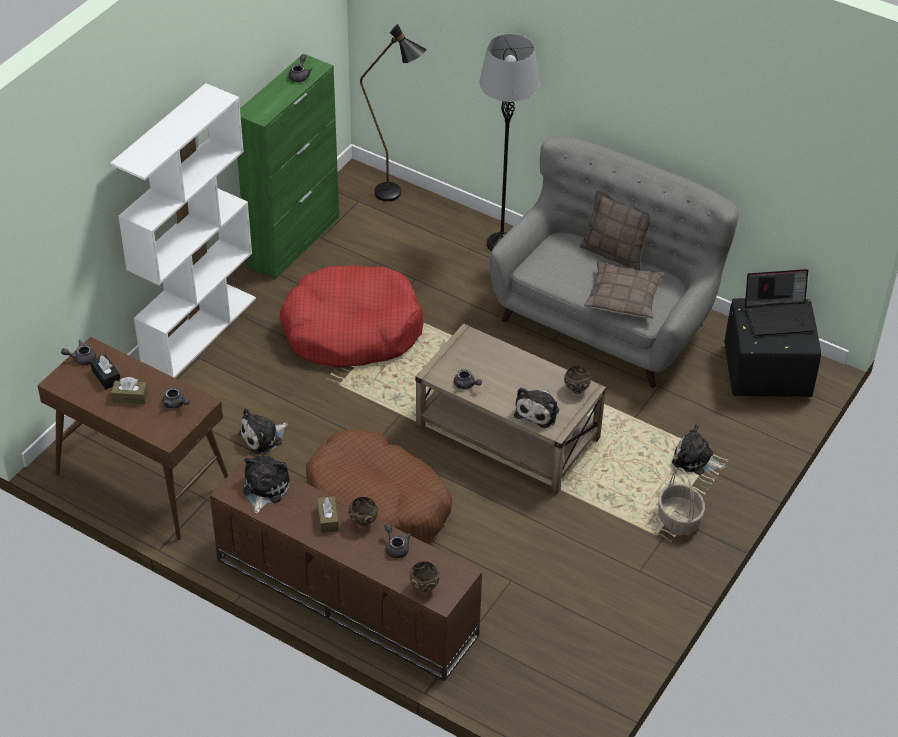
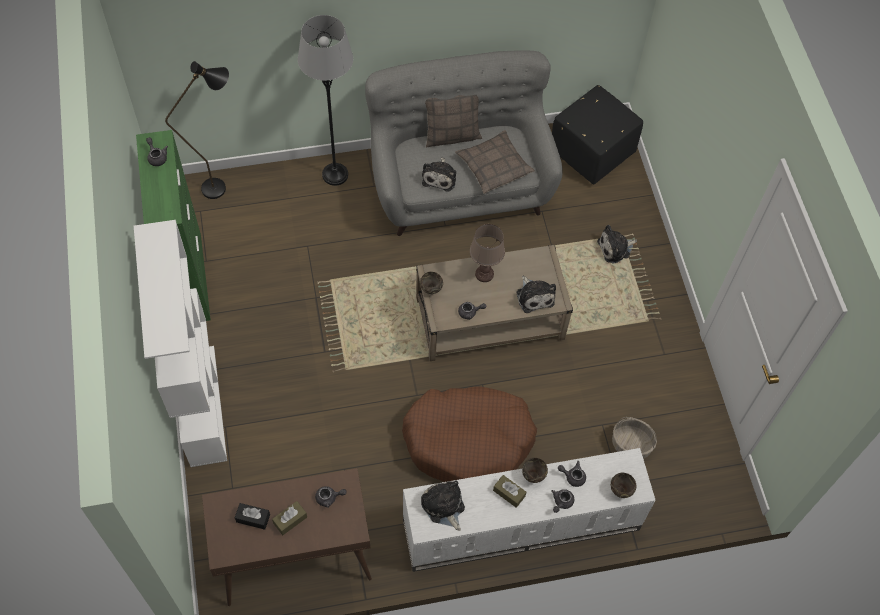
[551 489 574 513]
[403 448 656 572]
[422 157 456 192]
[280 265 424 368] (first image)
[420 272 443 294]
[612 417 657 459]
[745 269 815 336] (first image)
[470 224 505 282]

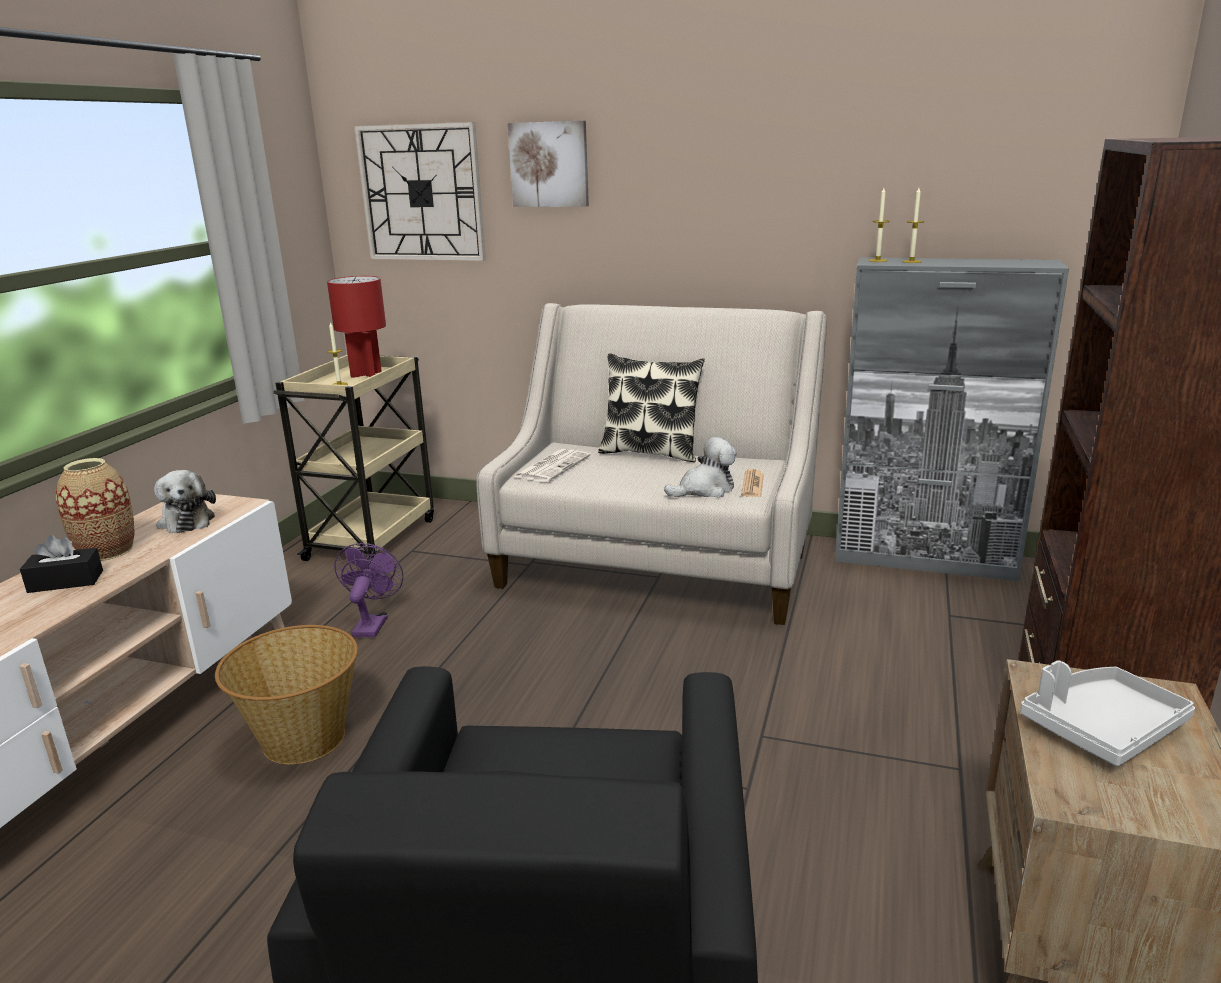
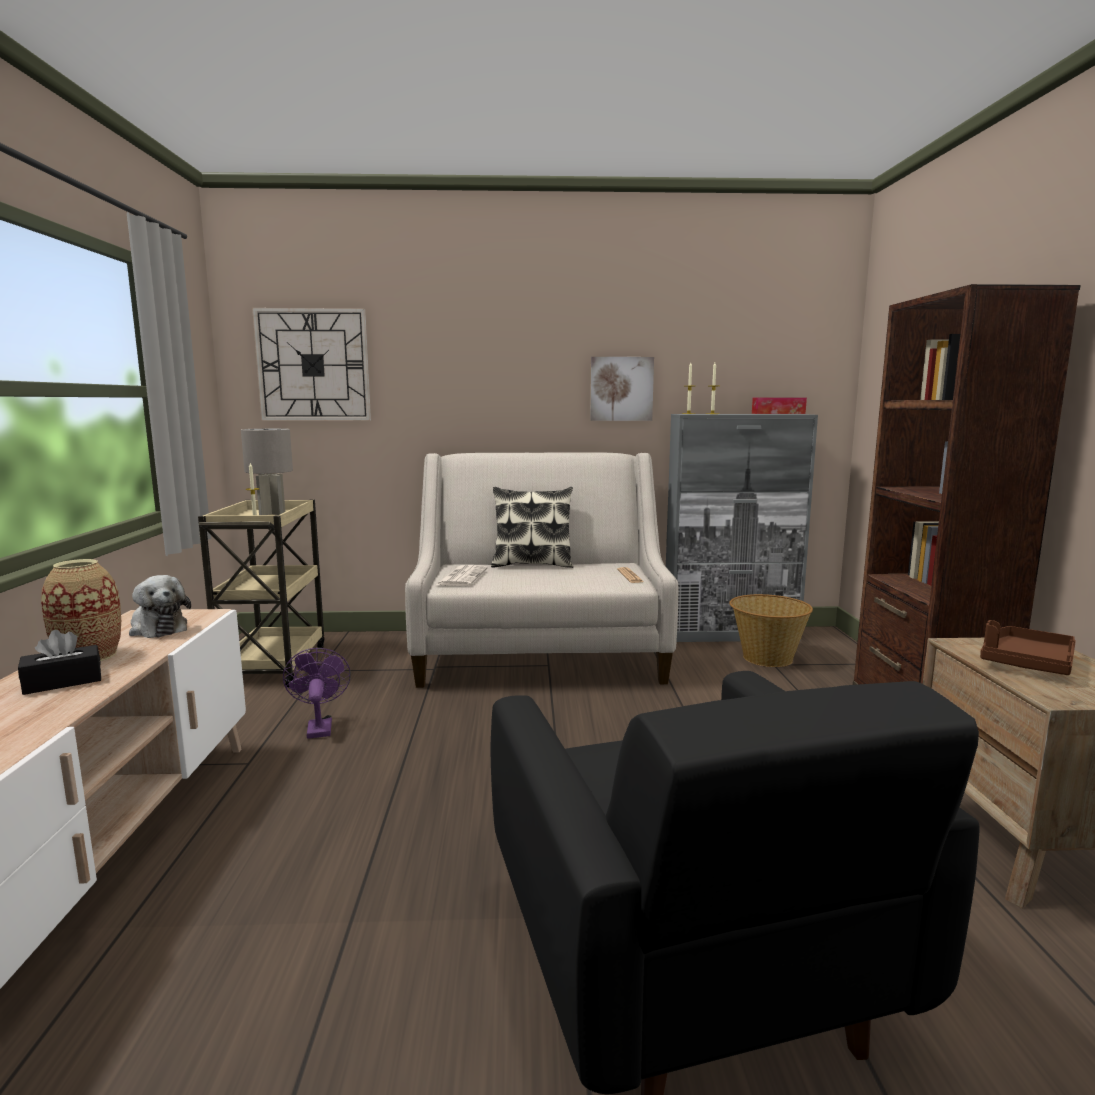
[729 594 813 667]
[241 428 293 515]
[590 357 654 421]
[664 437 737 498] (first image)
[980 620 1076 675]
[752 397 807 414]

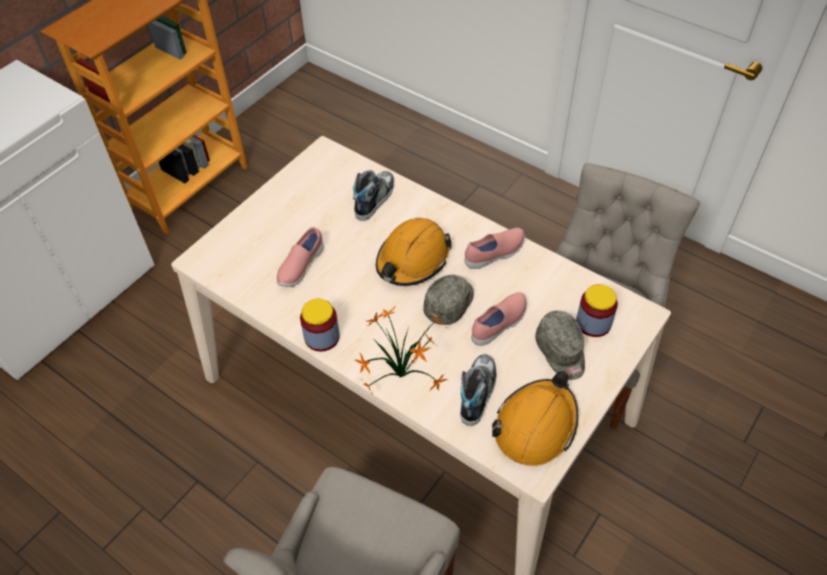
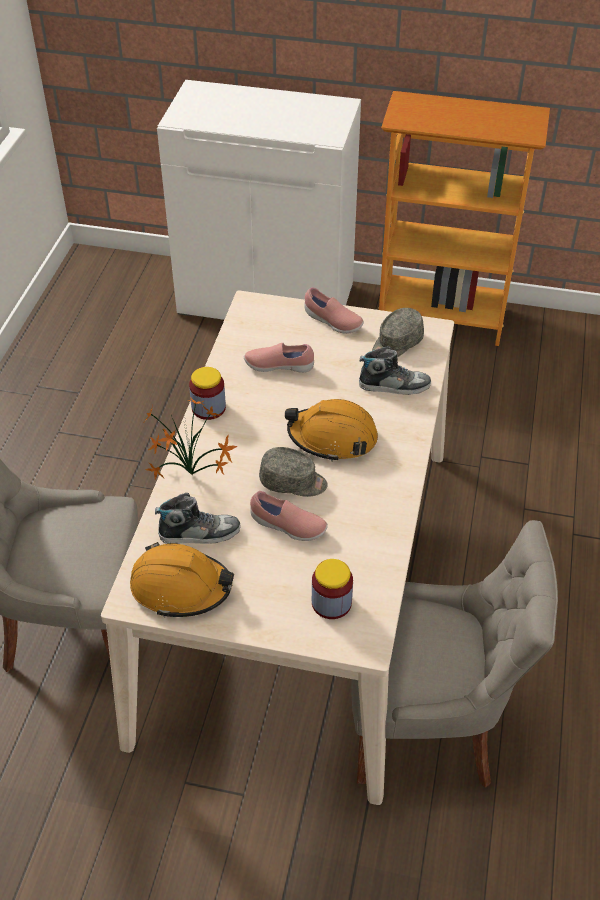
[304 287 364 334]
[372 308 424 357]

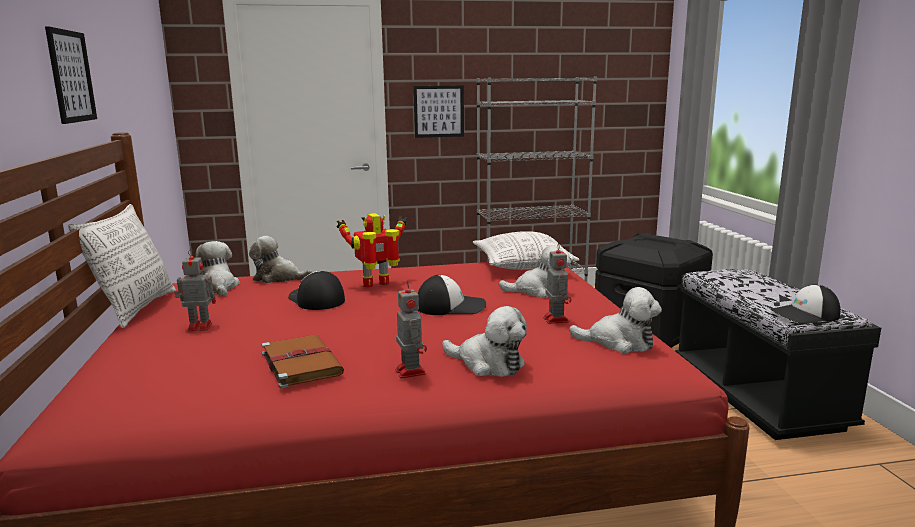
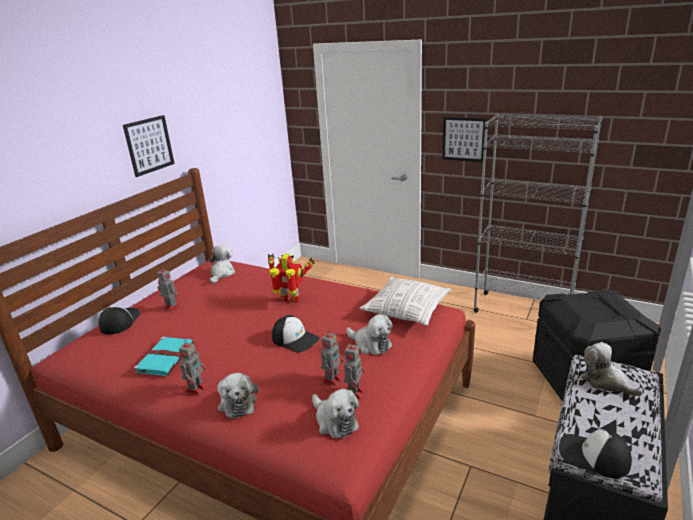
[68 204 176 328] (first image)
[581 342 643 396]
[134 337 194 376]
[99 306 140 334]
[344 341 365 399]

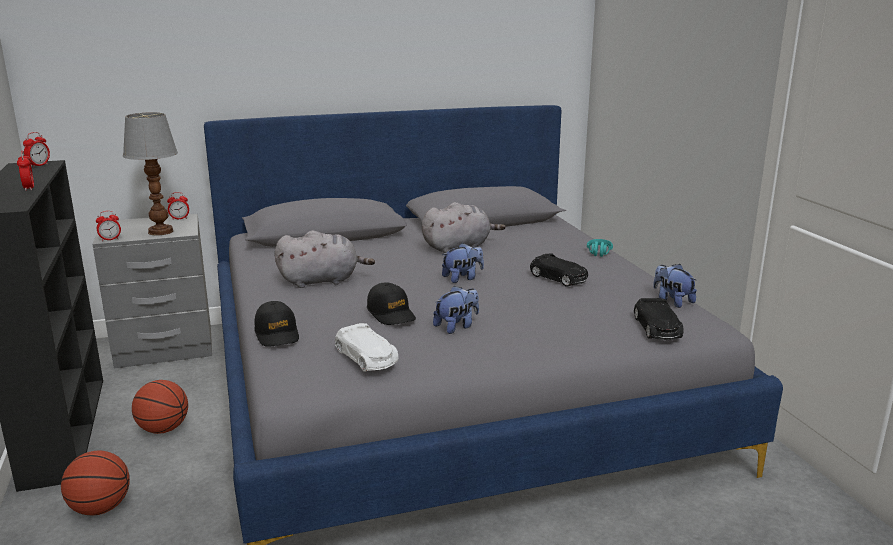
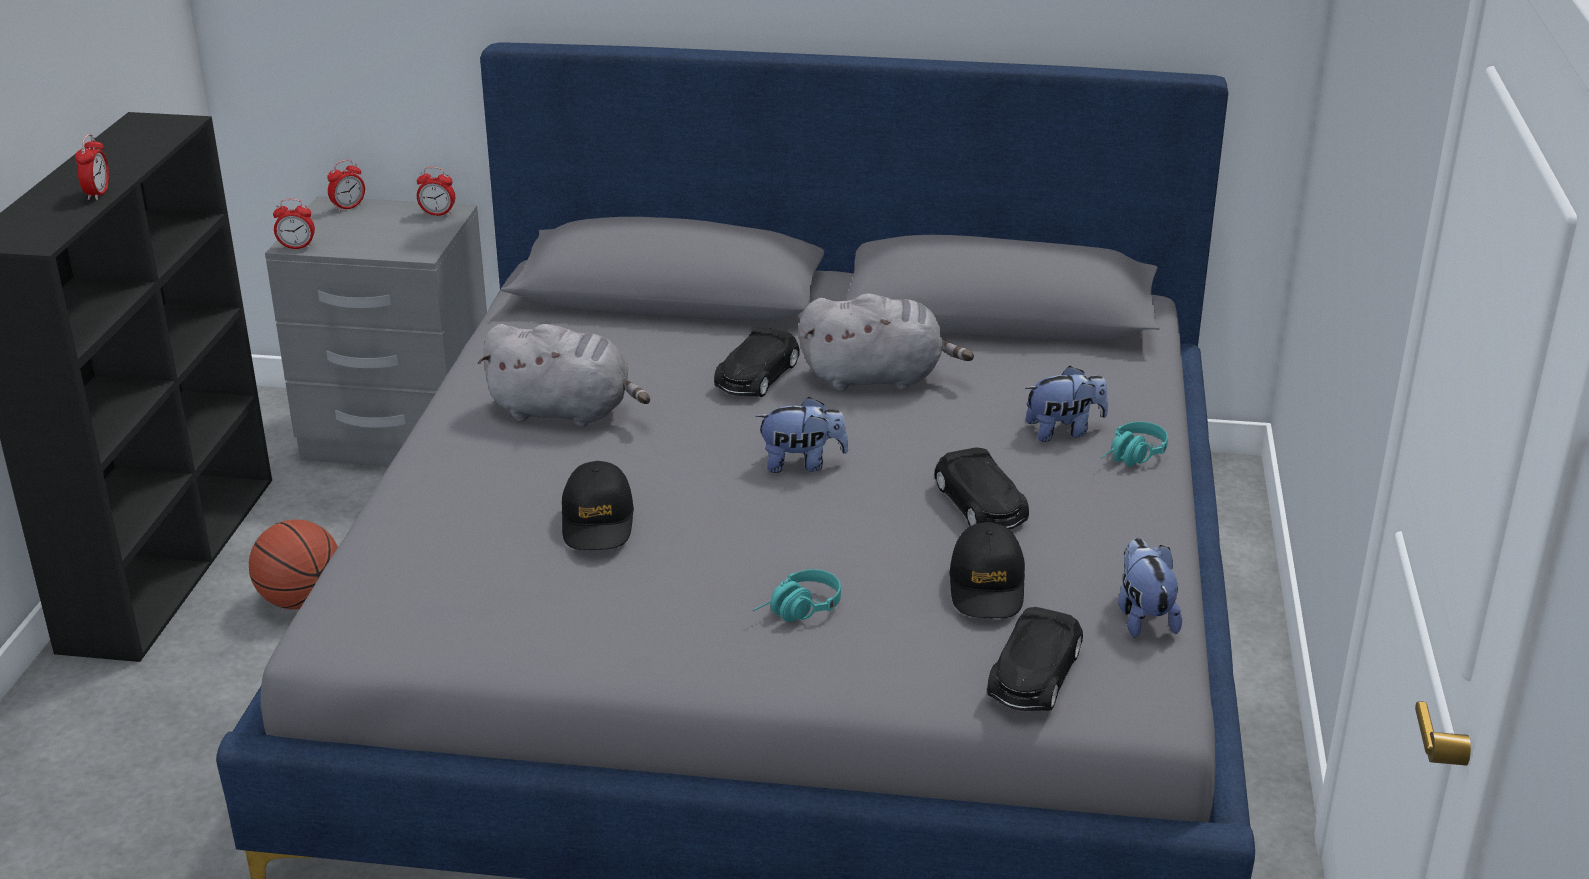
[327 160 365 212]
[61 450 130 516] (first image)
[123 112 178 235] (first image)
[949 522 1025 618]
[335 323 398 372] (first image)
[1025 366 1108 442]
[714 327 800 397]
[752 569 841 622]

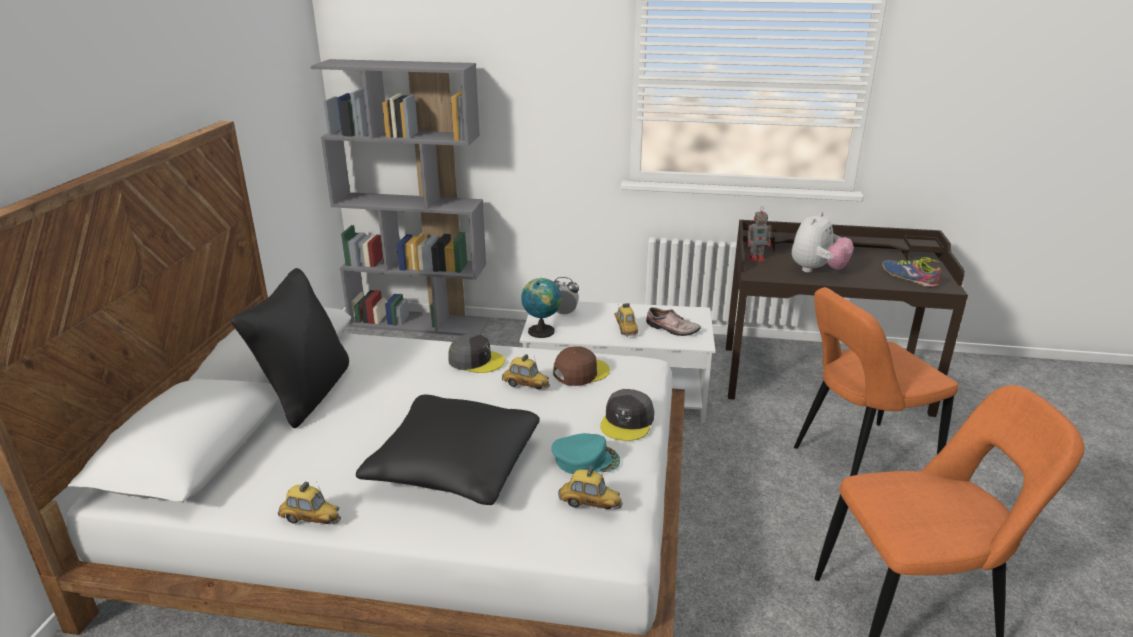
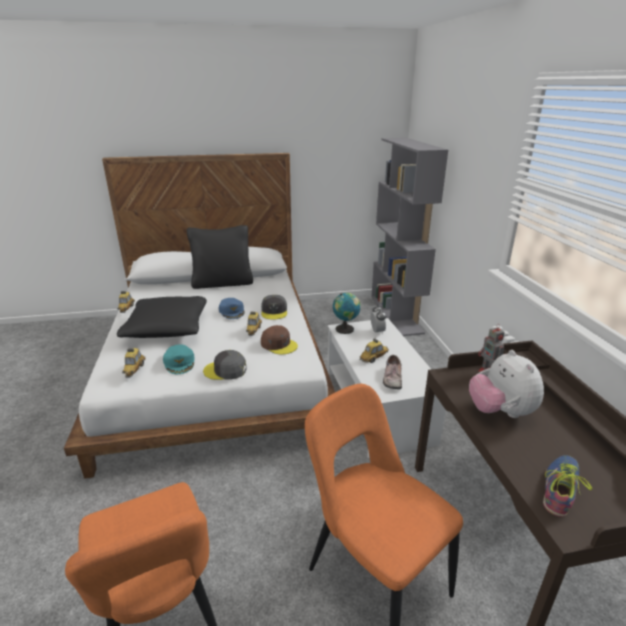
[469 350 544 418]
[219 298 245 319]

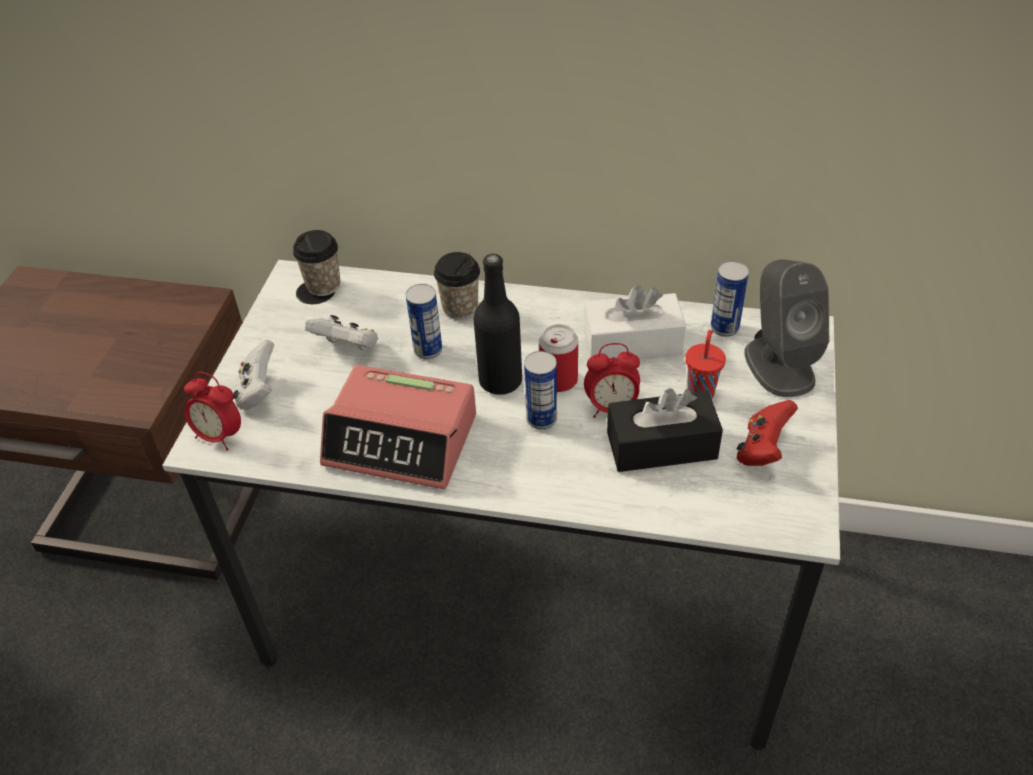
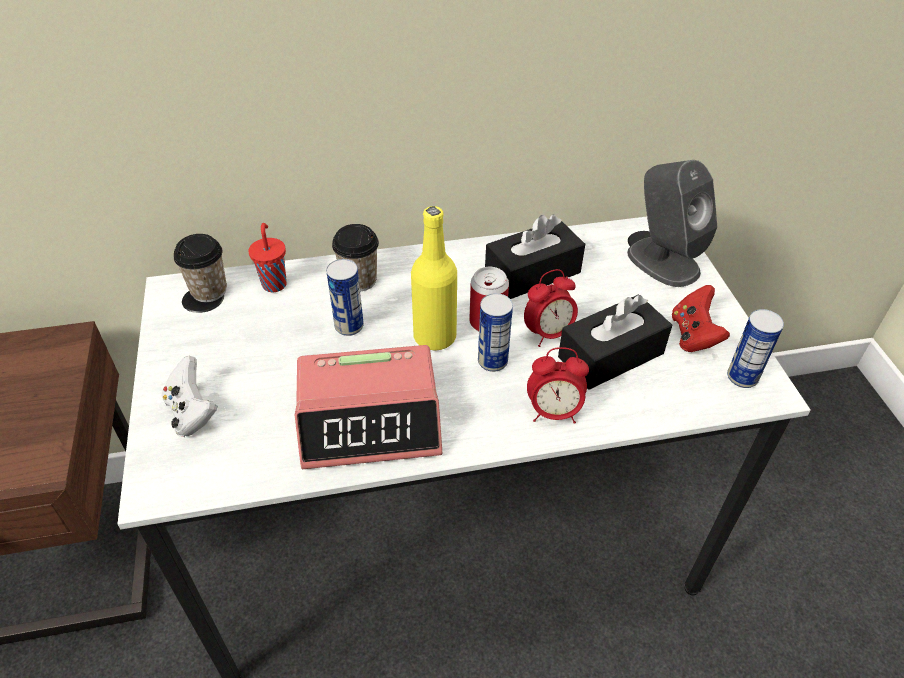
[527 347 589 424]
[305 315 378 351] (first image)
[411 206 457 350]
[485 214 585 299]
[248 223 287 292]
[727 309 784 388]

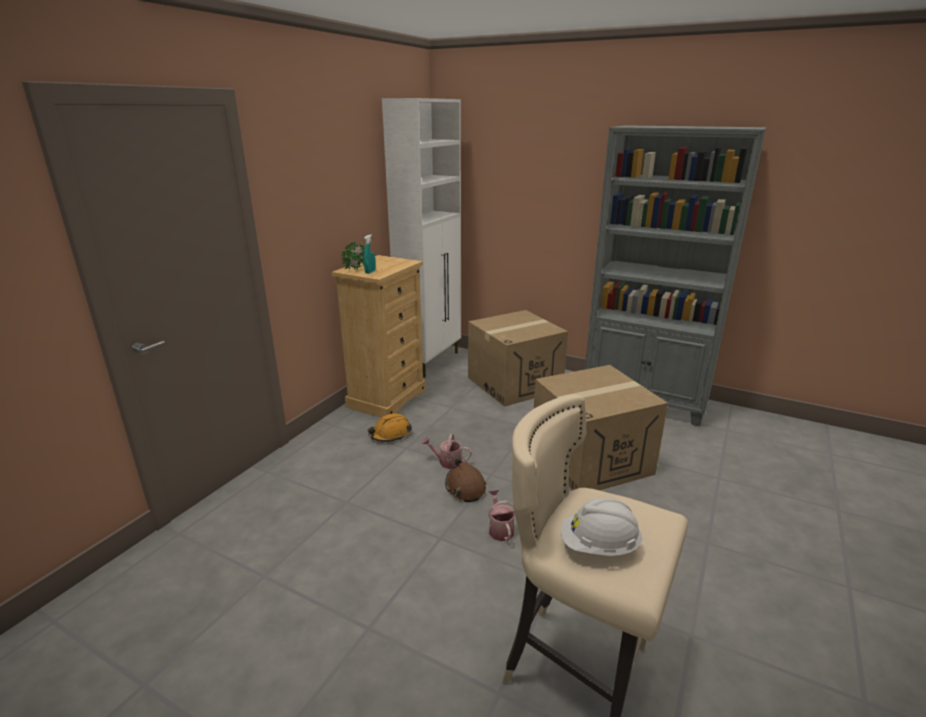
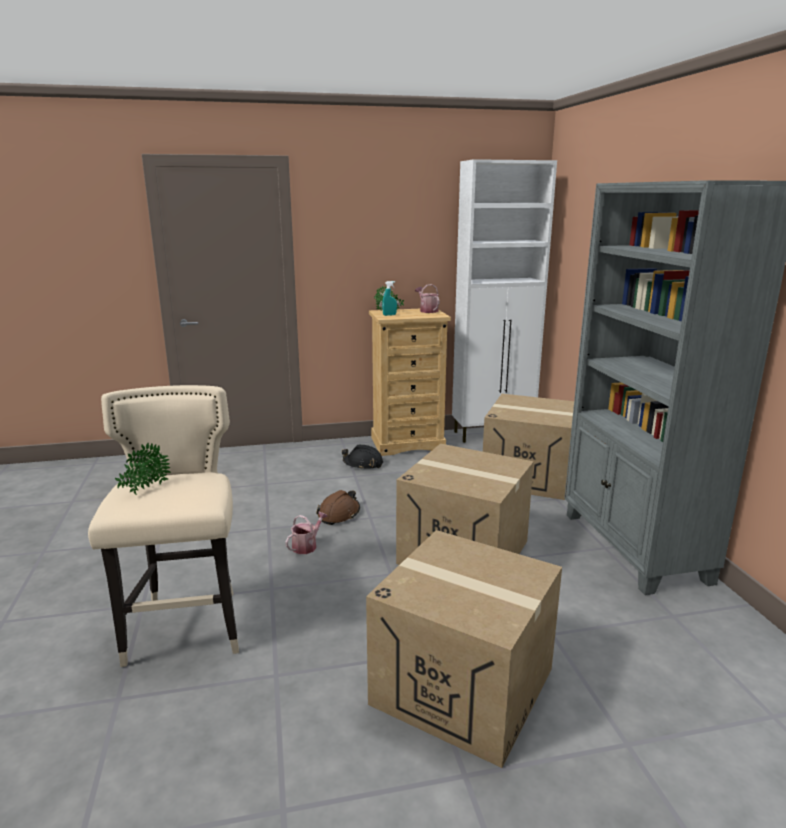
[342 445 383 470]
[415 284 440 313]
[115 443 171 495]
[366 530 562 768]

